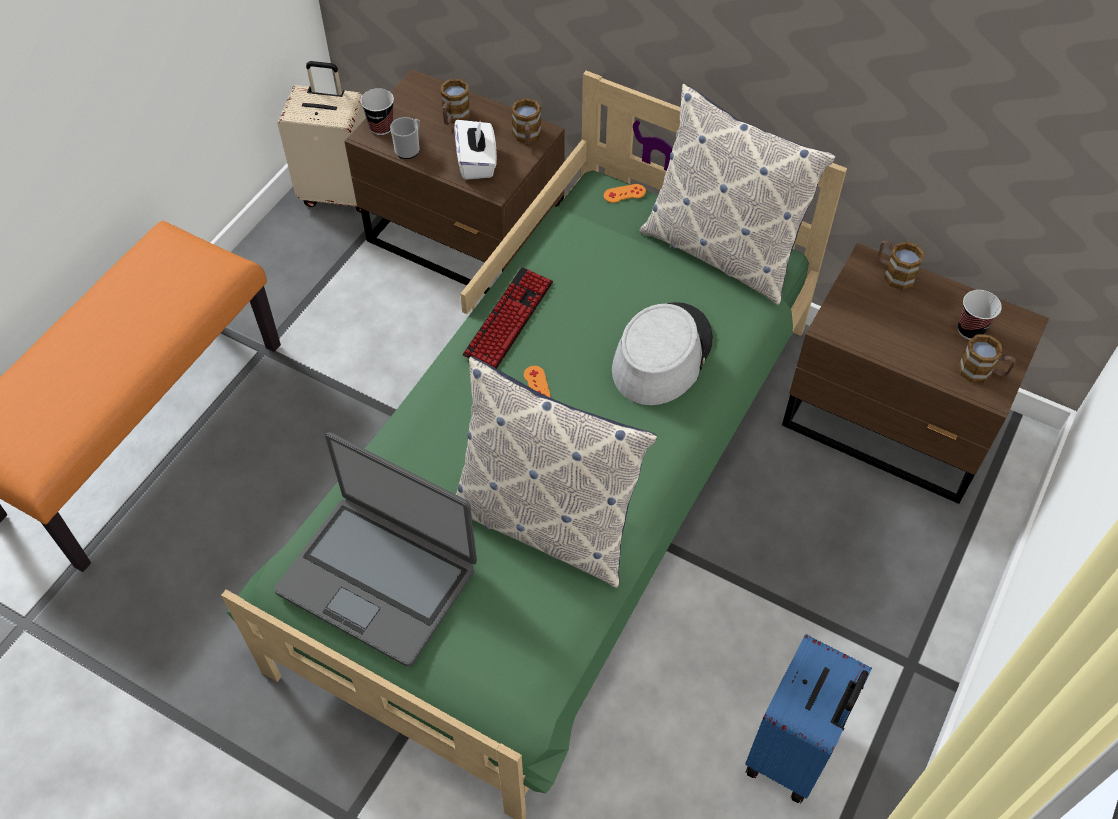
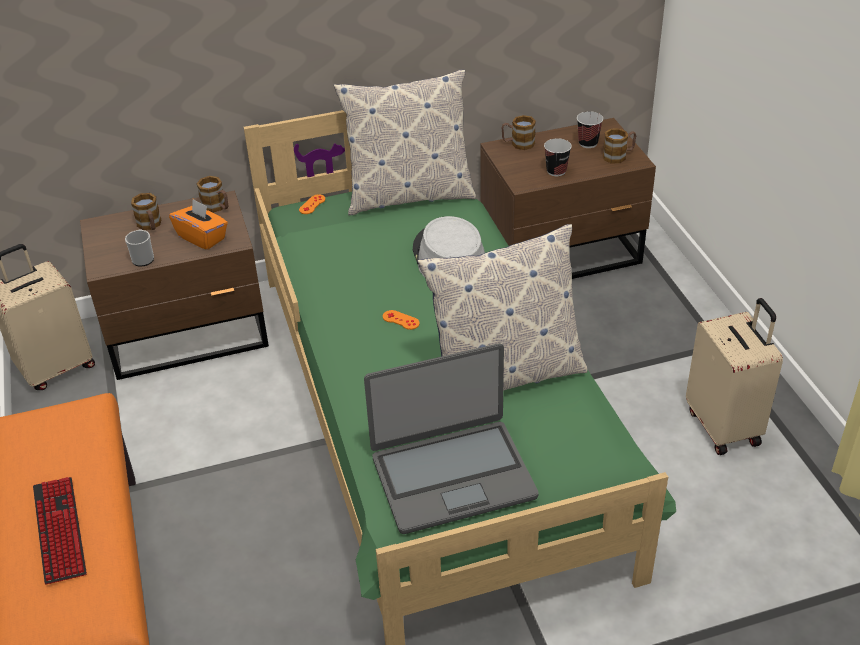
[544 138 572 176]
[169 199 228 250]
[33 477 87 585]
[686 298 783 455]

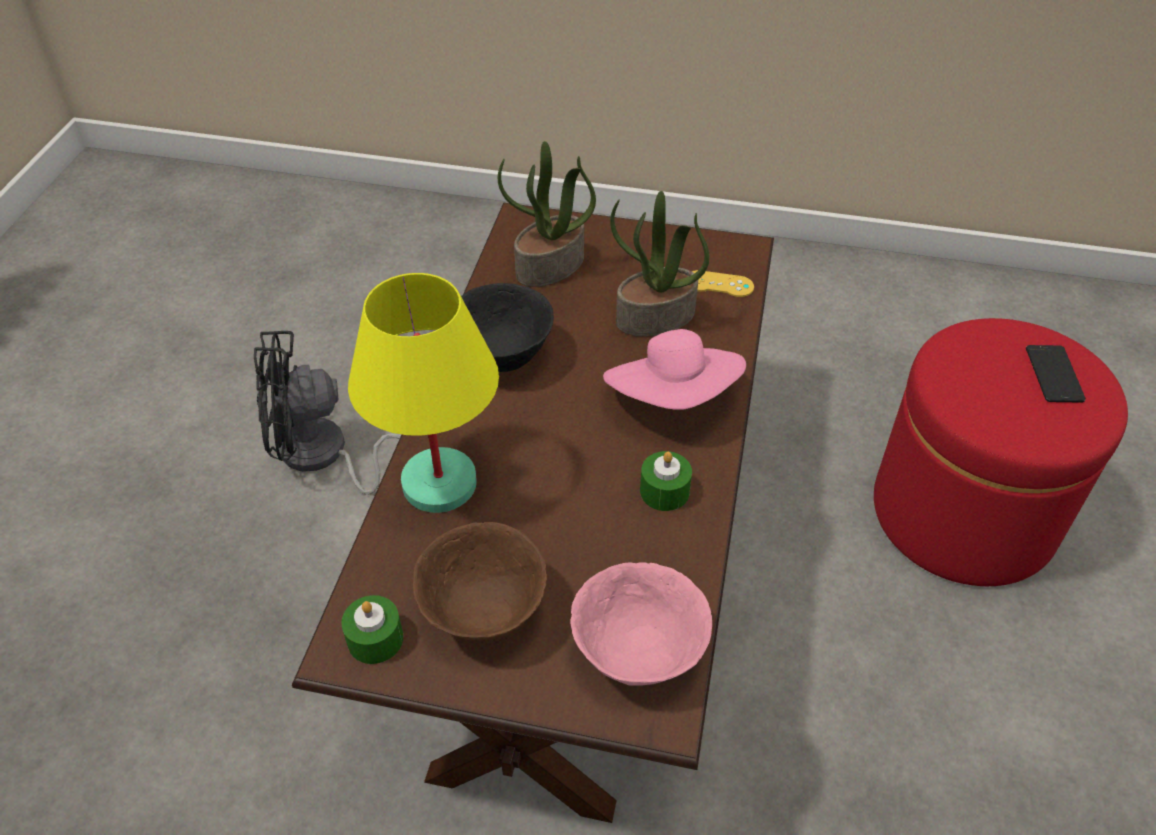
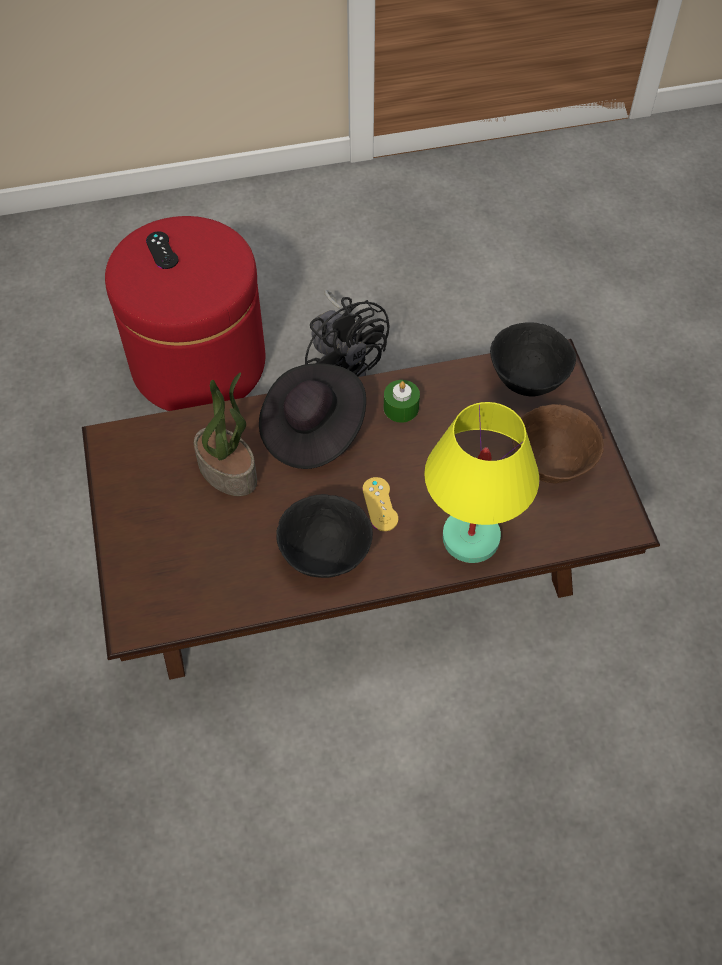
[305 290 390 377]
[341 595 403 664] (first image)
[498 141 596 287] (first image)
[490 322 576 396]
[259 363 366 469]
[362 477 398 531]
[146 232 179 269]

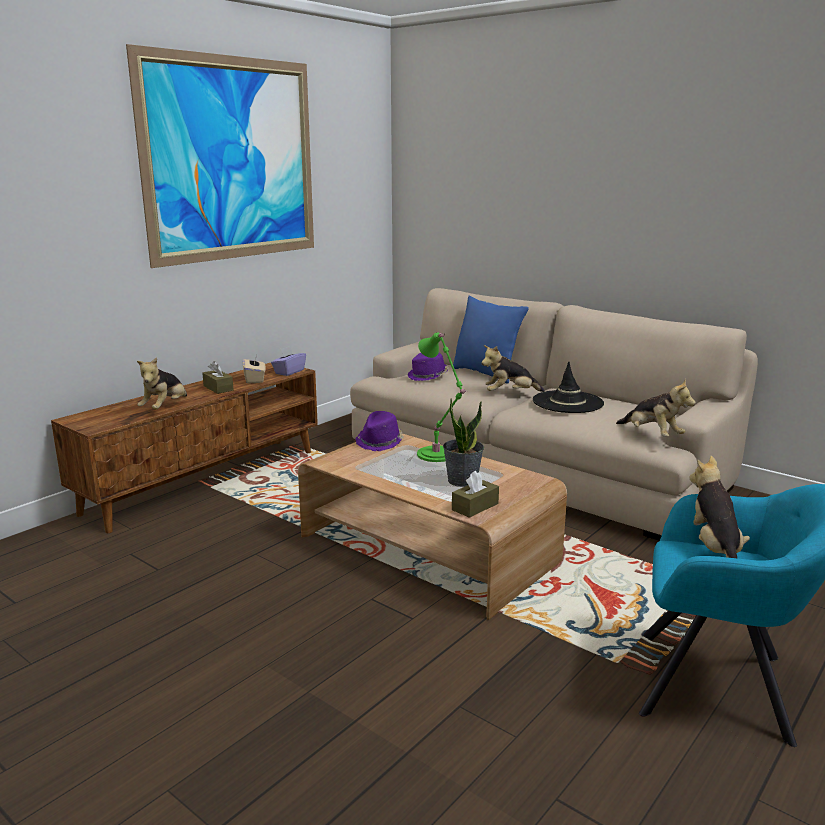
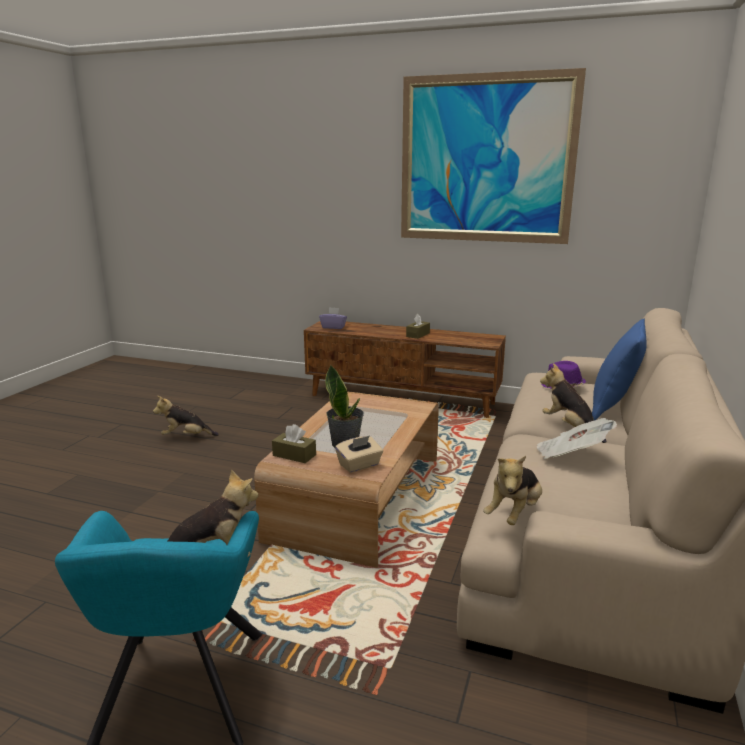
[153 396 219 436]
[335 436 383 473]
[319 307 347 329]
[356 411 404 451] (first image)
[417 333 467 462] (first image)
[536 418 617 459]

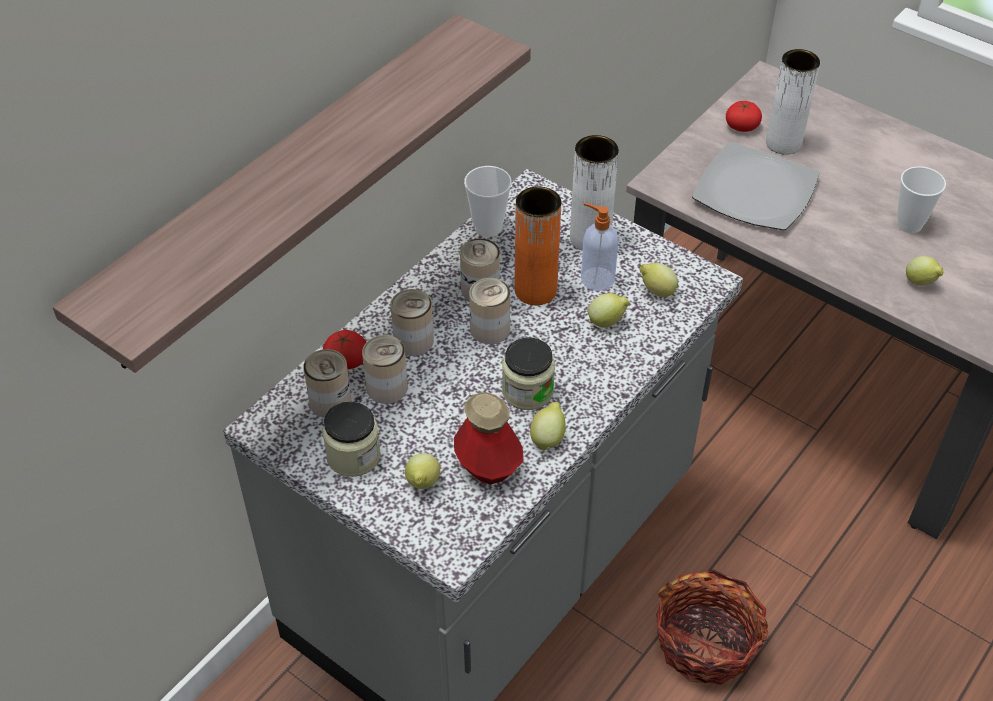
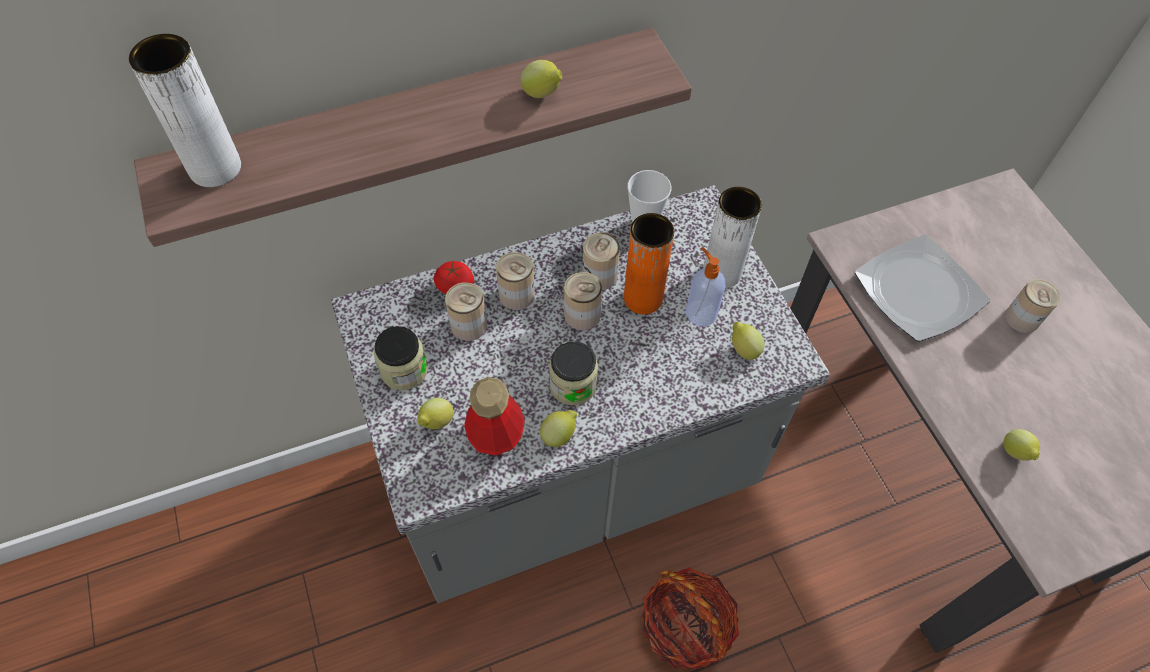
[1005 279 1061 333]
[520 60 562 98]
[726 100 762 132] (first image)
[129 34 241 187]
[897 166 946 233] (first image)

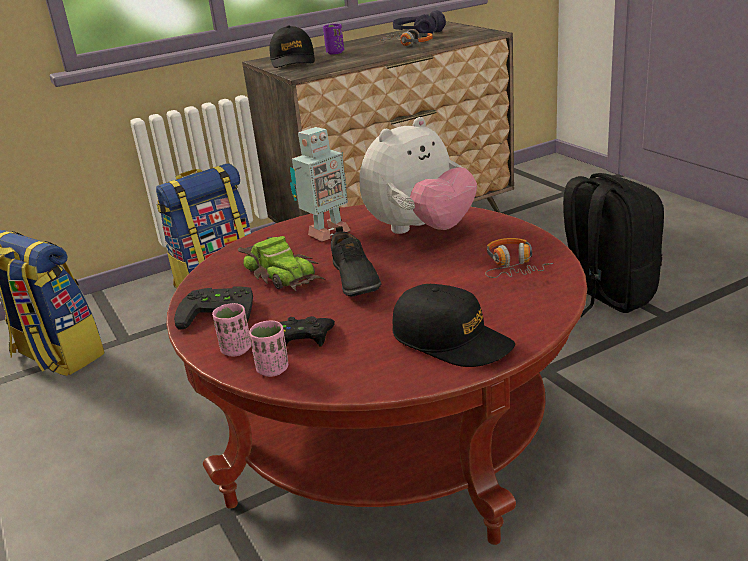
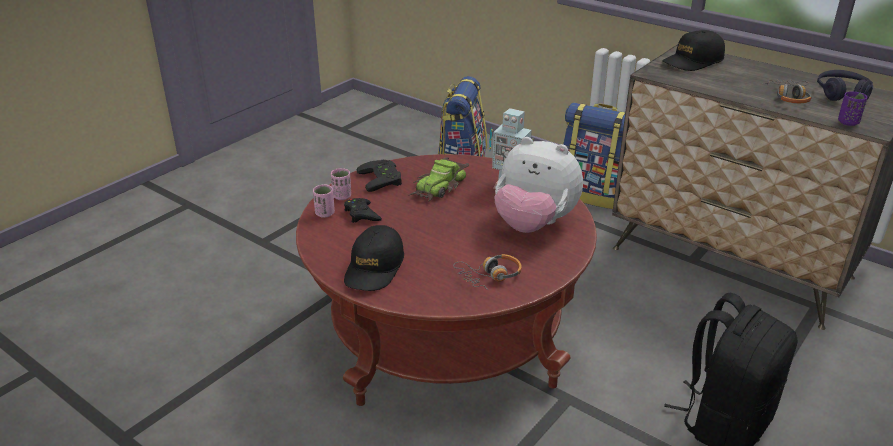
[838 91 867 126]
[331 226 381 296] (first image)

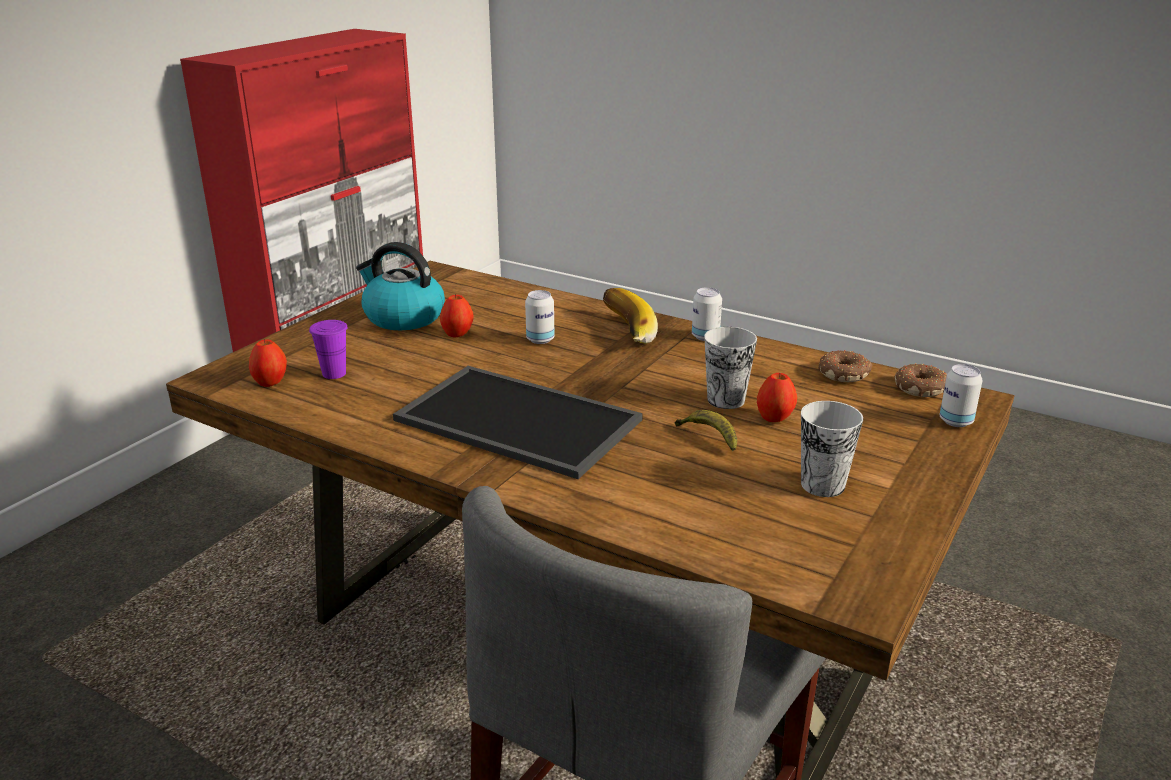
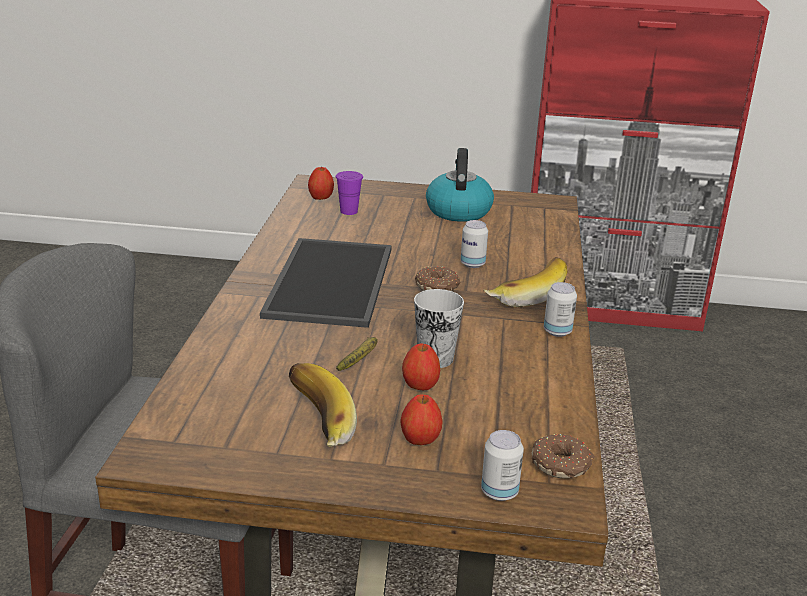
[400 395 443 445]
[289 363 357 447]
[415 266 461 291]

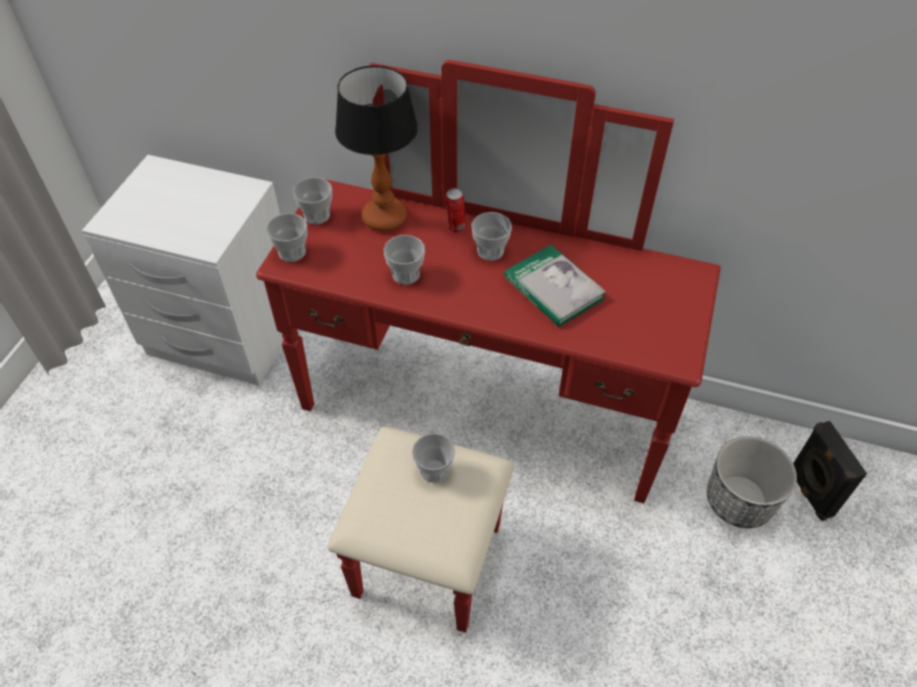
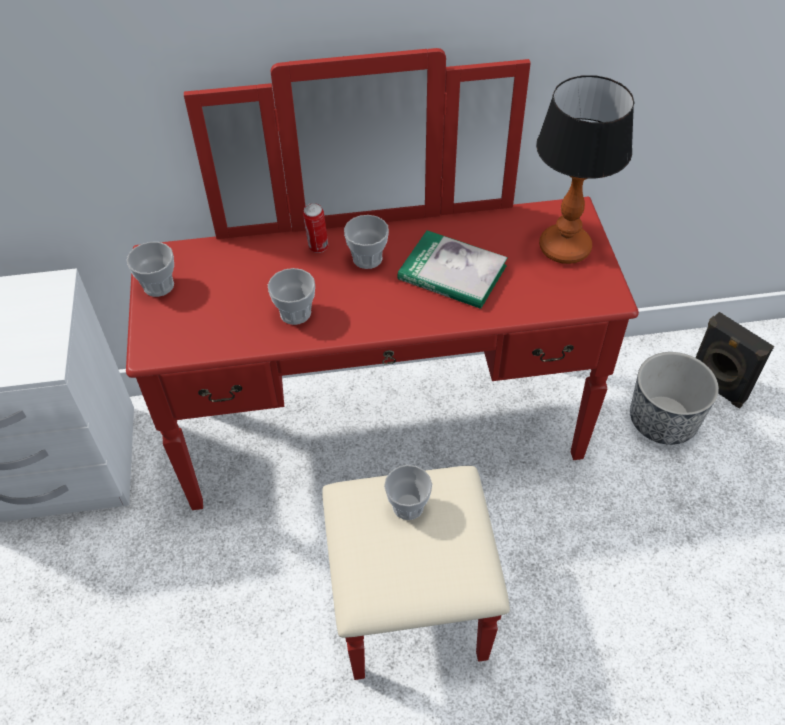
[266 213 307 262] (first image)
[536 75 635 264]

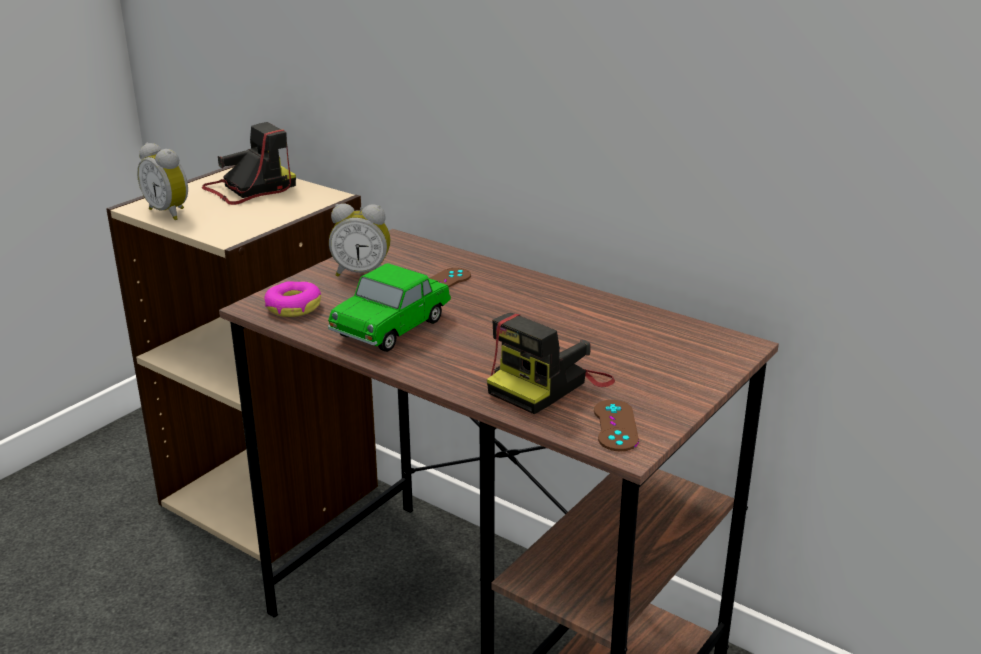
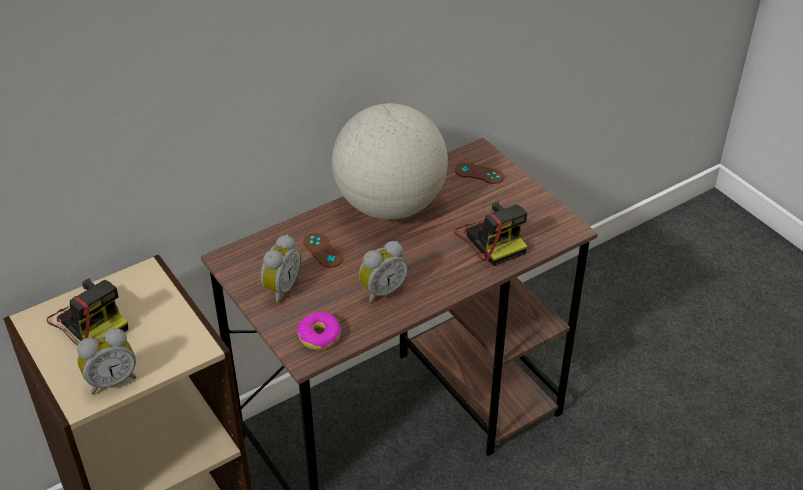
[47 278 128 346]
[359 241 408 304]
[455 163 504 184]
[332 103 448 220]

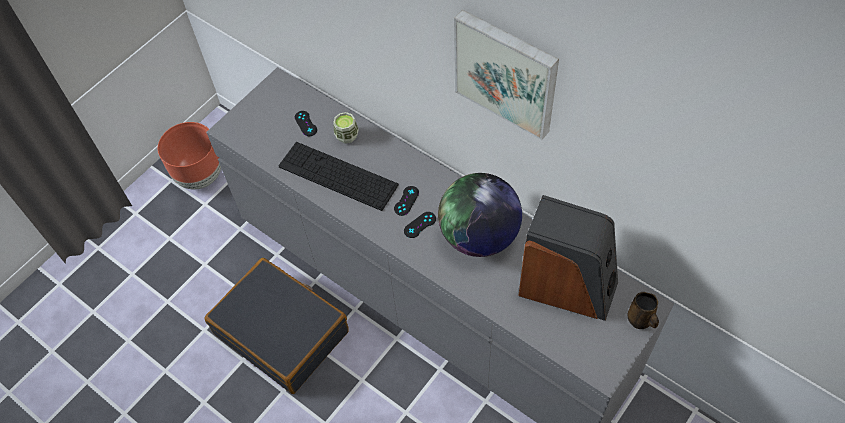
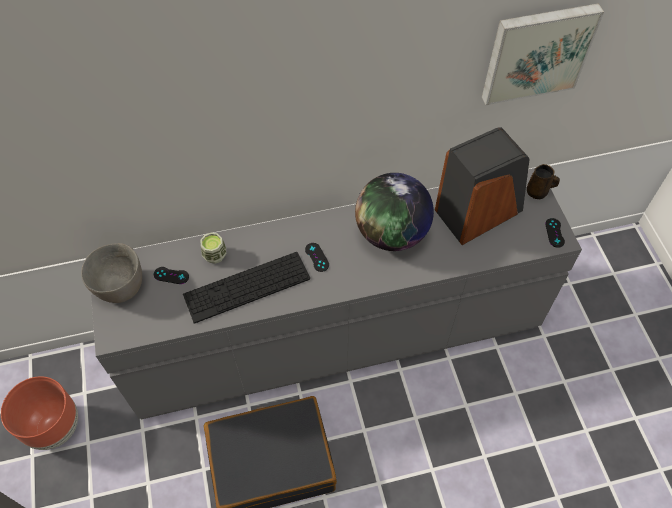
[545 218 565 248]
[482 3 604 105]
[81 243 142 303]

